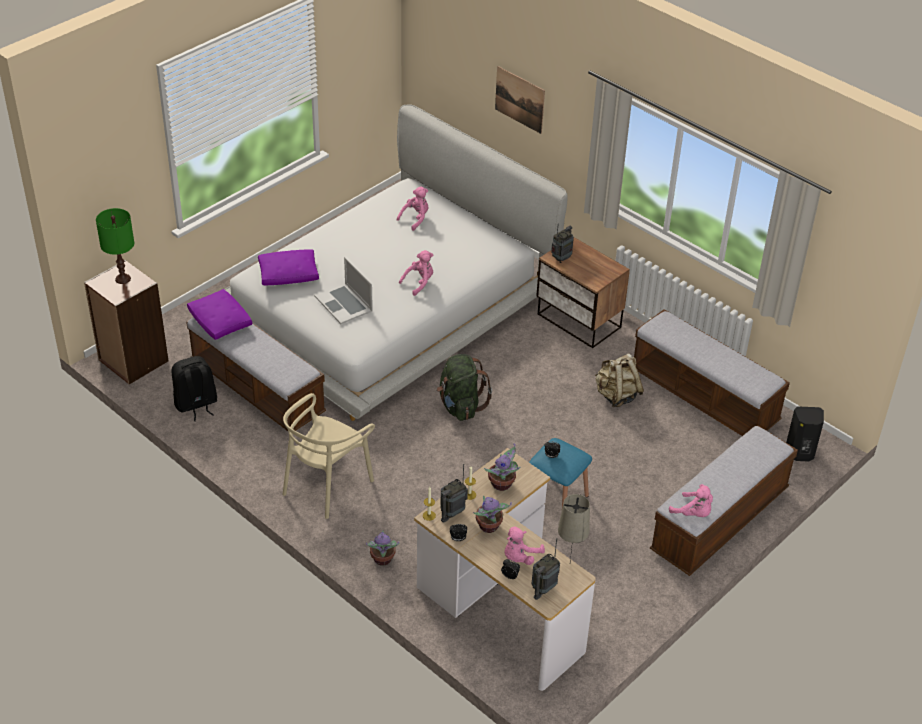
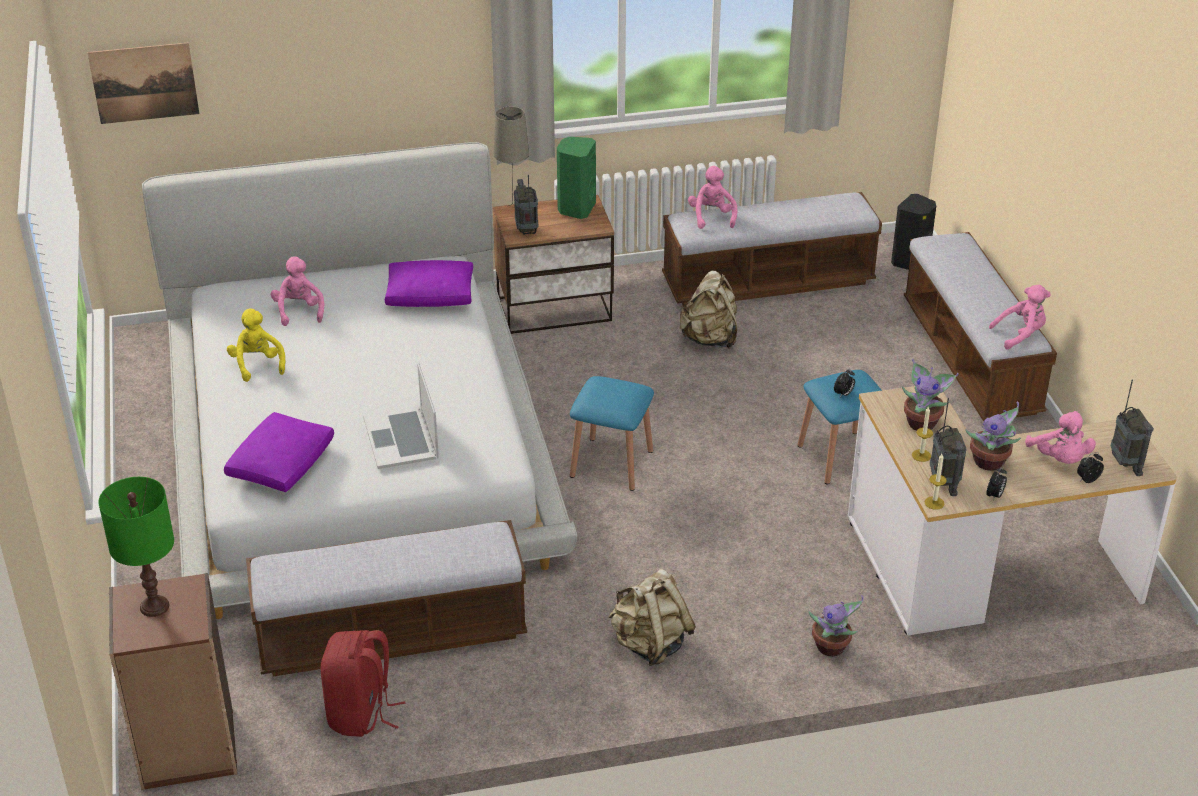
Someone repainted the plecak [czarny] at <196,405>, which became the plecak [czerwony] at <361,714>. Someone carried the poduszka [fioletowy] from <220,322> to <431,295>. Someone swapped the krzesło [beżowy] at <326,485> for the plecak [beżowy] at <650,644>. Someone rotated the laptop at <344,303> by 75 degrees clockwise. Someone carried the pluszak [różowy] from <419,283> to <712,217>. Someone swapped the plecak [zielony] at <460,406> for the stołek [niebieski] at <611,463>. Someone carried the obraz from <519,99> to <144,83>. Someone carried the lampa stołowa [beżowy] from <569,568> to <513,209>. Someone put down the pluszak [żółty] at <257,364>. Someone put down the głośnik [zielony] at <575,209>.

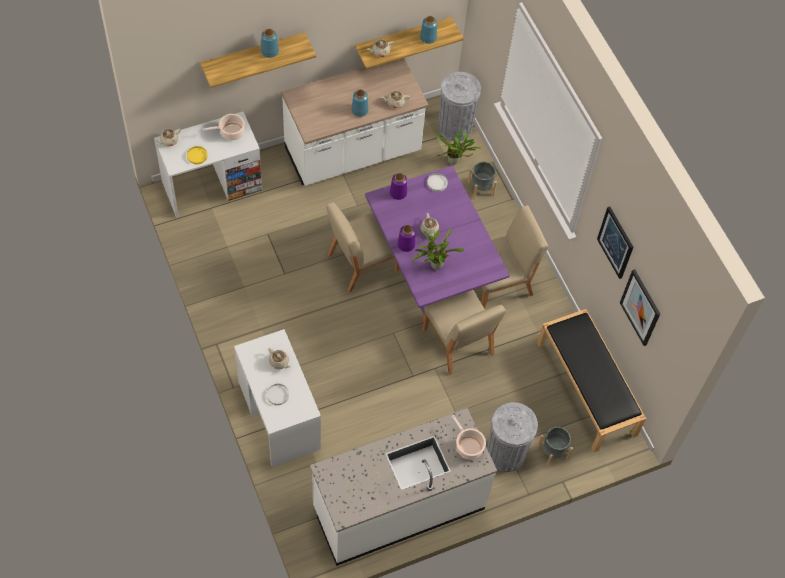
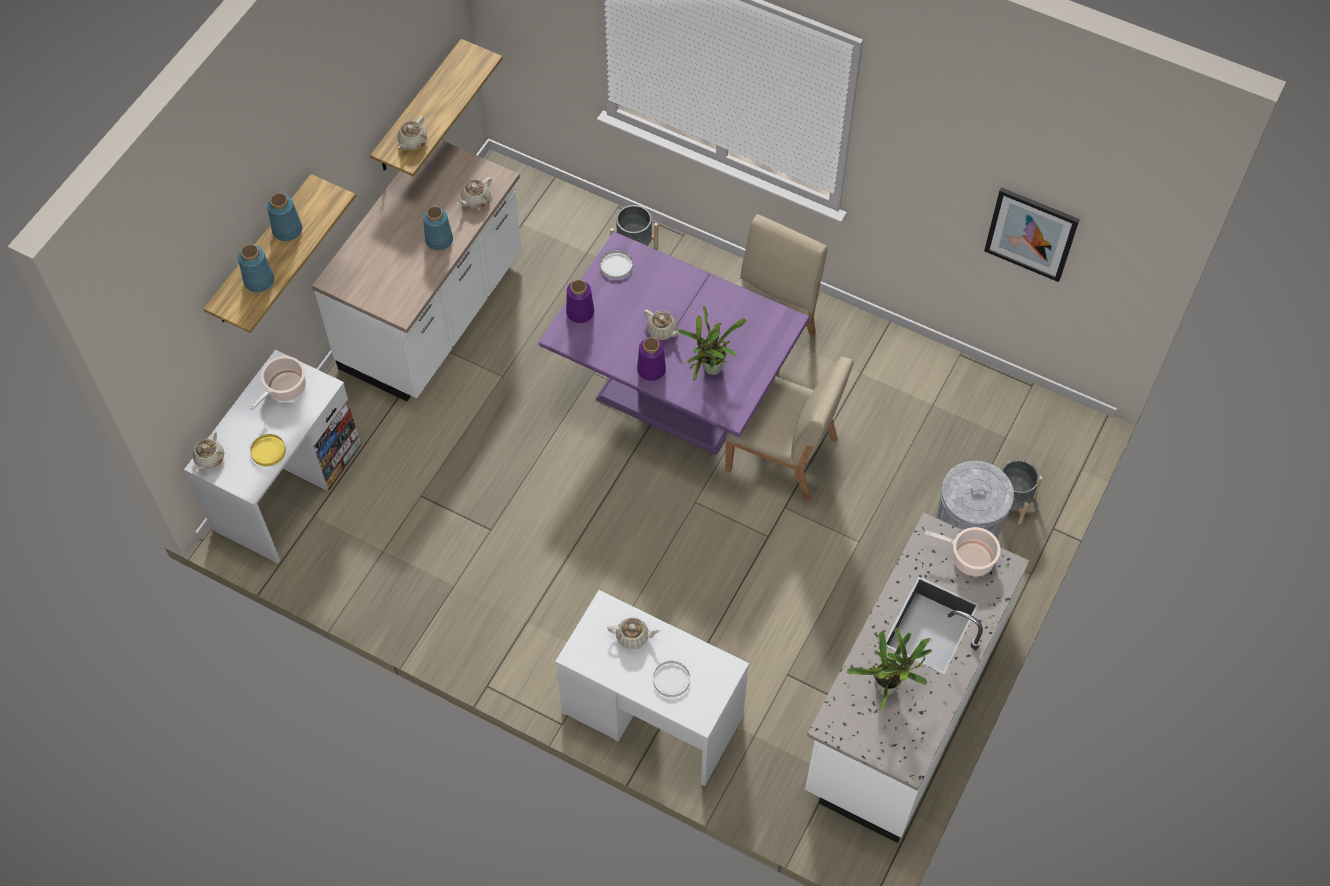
Someone took away the krzesło [beżowy] at <362,263>. Someone carried the wazon [niebieski] from <428,38> to <259,281>. Someone carried the roślina doniczkowa from <454,161> to <888,686>. Someone took away the kosz na śmieci [szary] at <455,127>. Someone took away the ławka [czarny] at <587,389>. Someone took away the obraz at <616,242>.

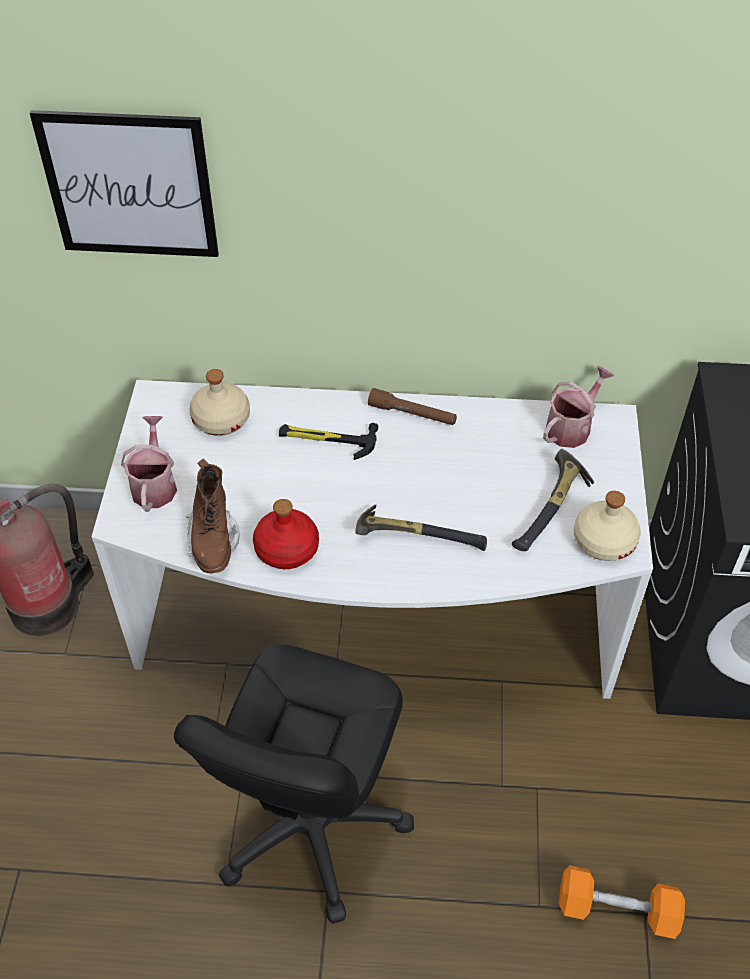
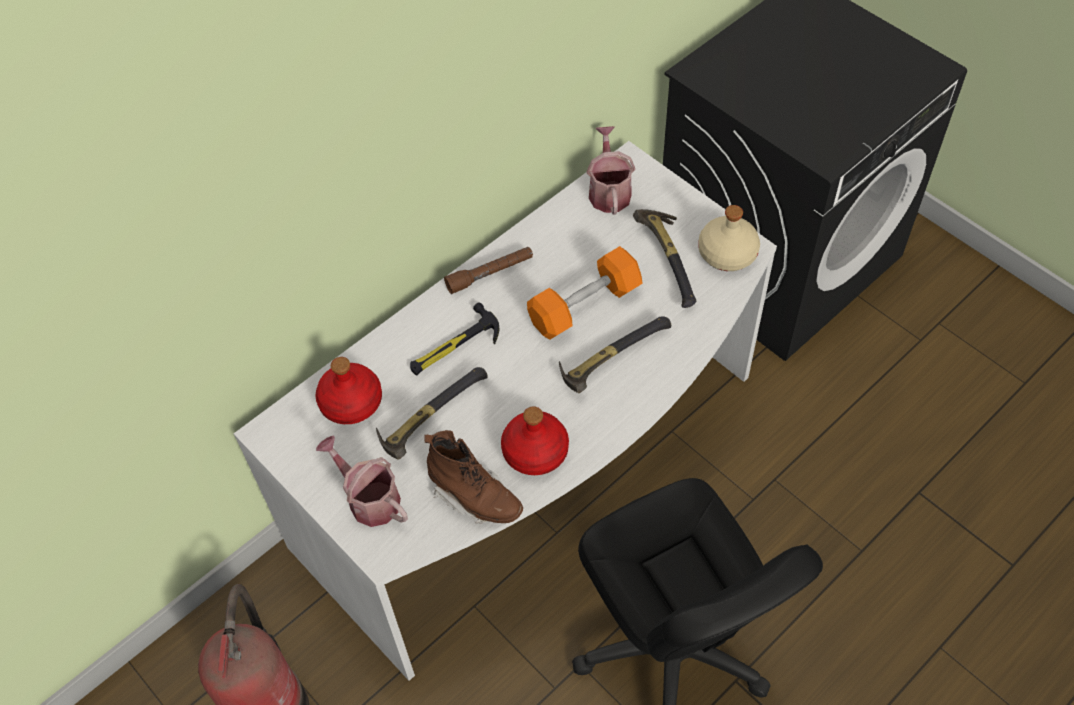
Someone took away the obraz at <129,185>. Someone repainted the butelka [beżowy] at <222,419>, which became the butelka [czerwony] at <352,402>. Someone carried the hantel [pomarańczowy] from <617,909> to <584,305>. Someone put down the młotek at <428,417>.

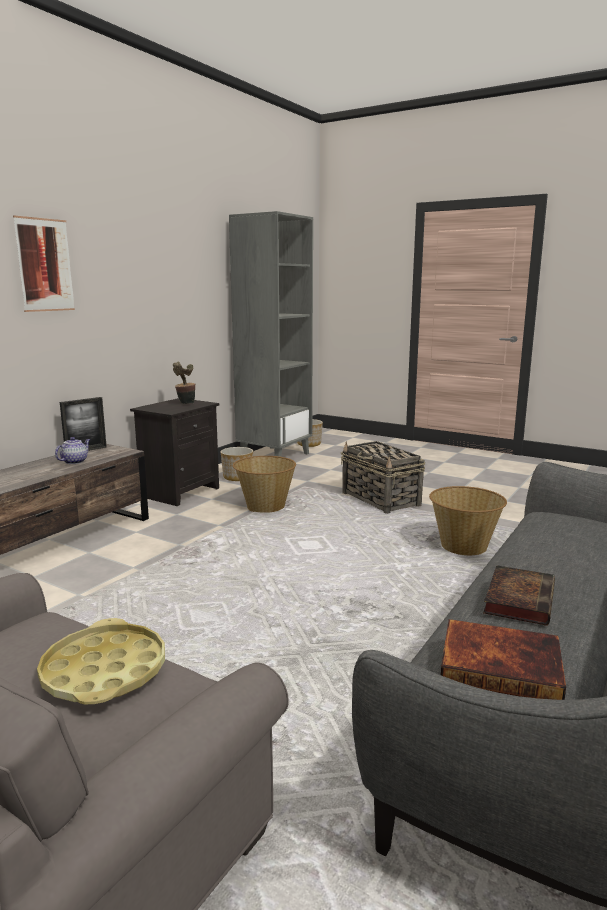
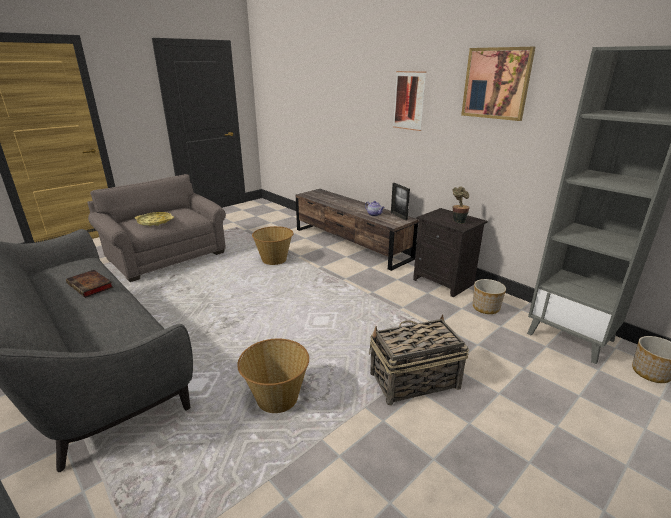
Someone carried the koszyk from <265,506> to <274,260>. Someone took away the książka at <501,664>. Someone put up the obraz at <496,83>.

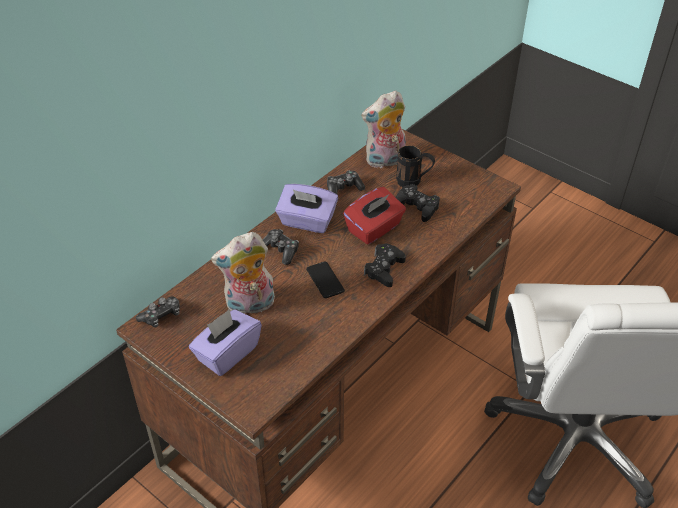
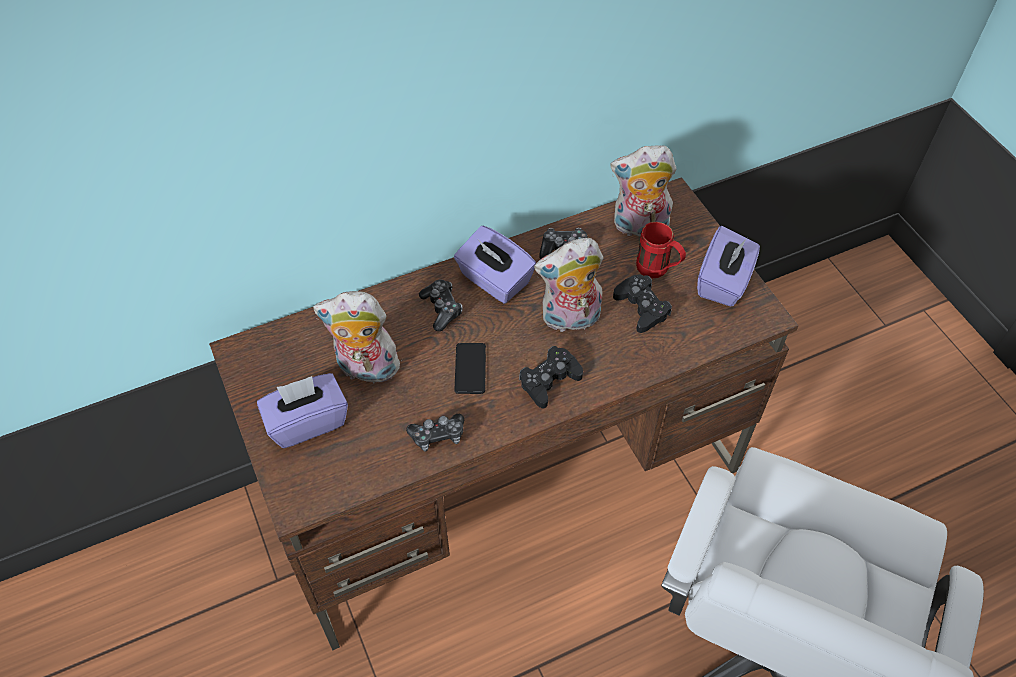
Someone carried the pad do gier from <161,316> to <438,436>. Someone swapped the pudełko chusteczek [czerwony] at <374,229> for the pluszak at <570,320>. Someone repainted the kubek [czarny] at <414,182>, which became the kubek [czerwony] at <658,271>. Someone put down the pudełko chusteczek [fioletowy] at <724,282>.

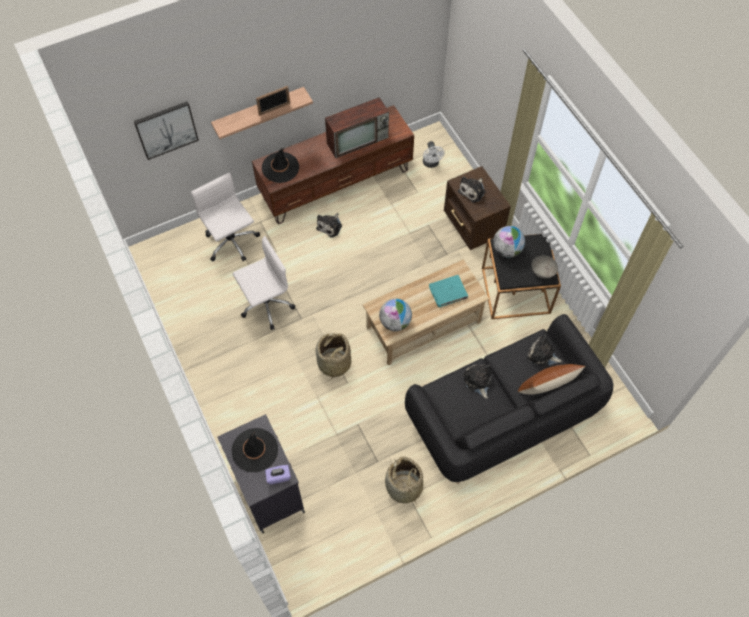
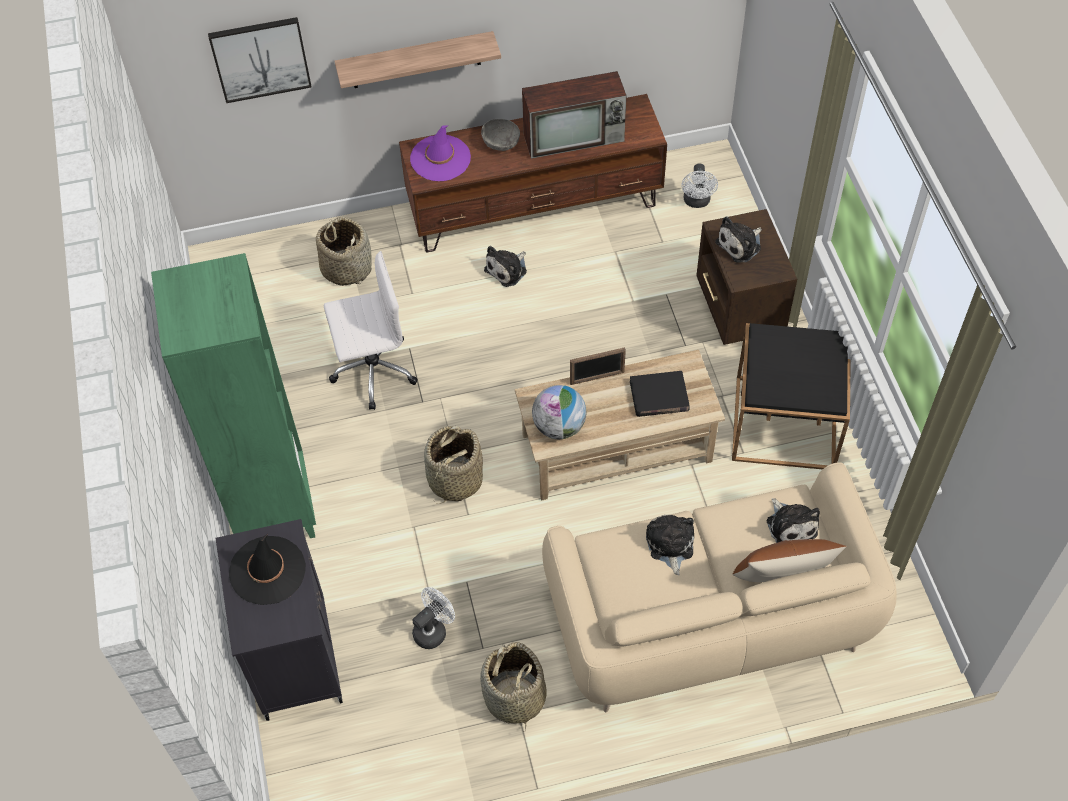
Someone swapped the krzesło biurowe [biały] at <232,243> for the koszyk at <346,268>. Someone carried the ramka na zdjęcie from <274,109> to <597,378>. Someone repainted the kapelusz [czarny] at <280,167>, which became the kapelusz [fioletowy] at <440,158>. Someone took away the pudełko chusteczek [fioletowy] at <278,476>. Someone repainted the kanapa [czarny] at <502,415>, which became the kanapa [beżowy] at <710,617>. Someone repainted the książka [turkusowy] at <448,292>, which became the książka [czarny] at <659,396>. Someone took away the globus at <507,250>. Someone rotated the pluszak at <542,355> by 150 degrees counterclockwise. Someone carried the miska [szary] from <543,271> to <501,143>. Someone put down the regał [zielony] at <273,508>. Someone put down the wentylator [biały] at <433,630>.

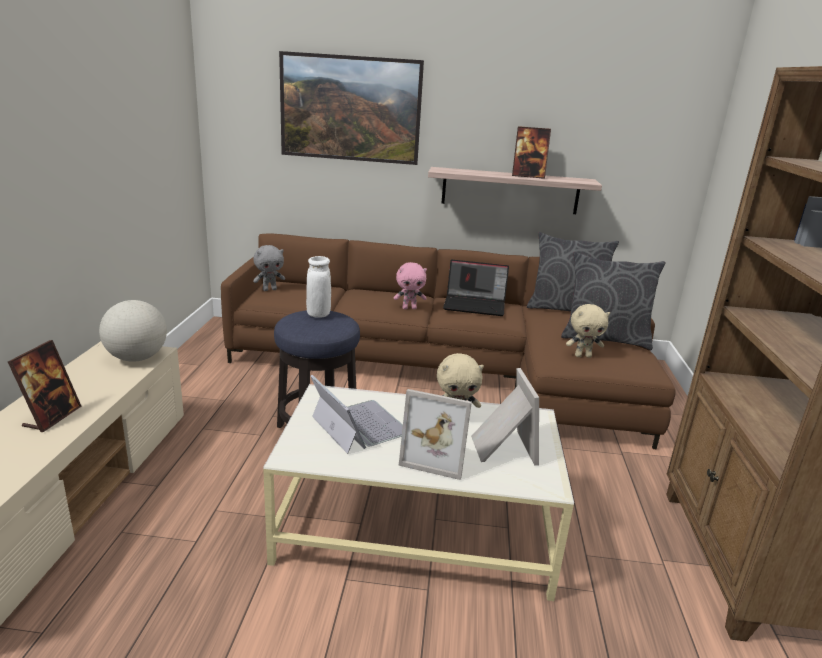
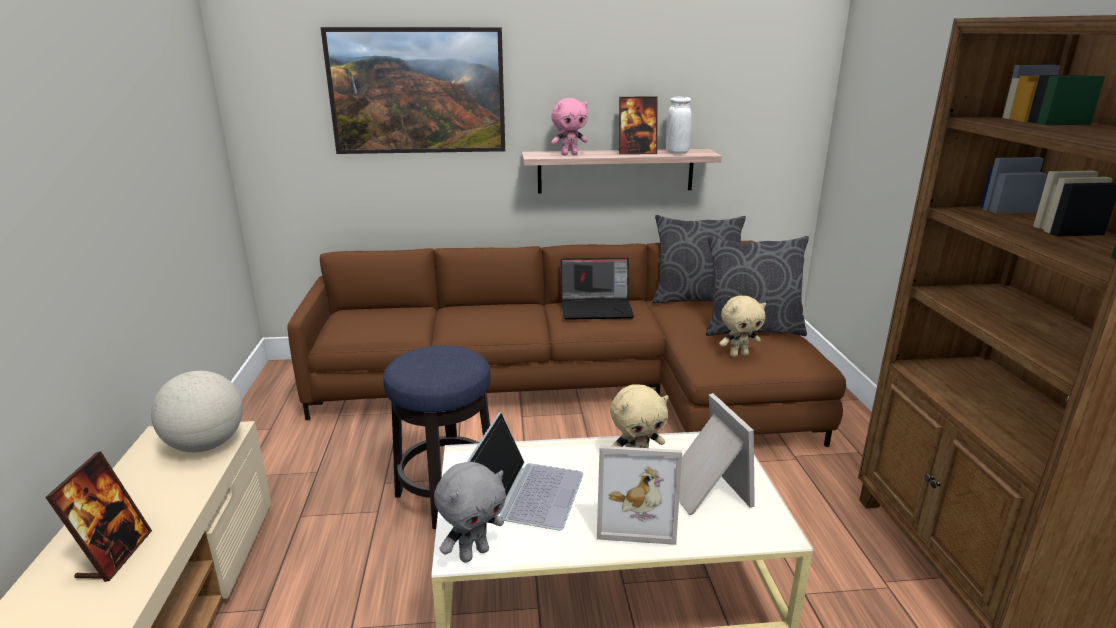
Someone carried the pluszak [szary] from <269,289> to <473,553>. Someone carried the wazon [biały] from <318,314> to <677,153>. Someone rotated the laptop at <359,425> by 60 degrees clockwise. Someone carried the pluszak [różowy] from <409,308> to <569,154>.

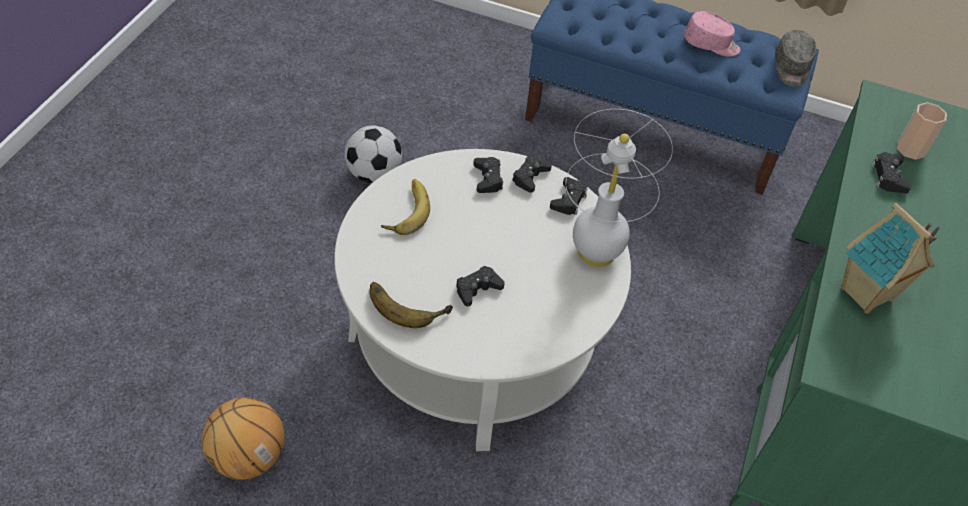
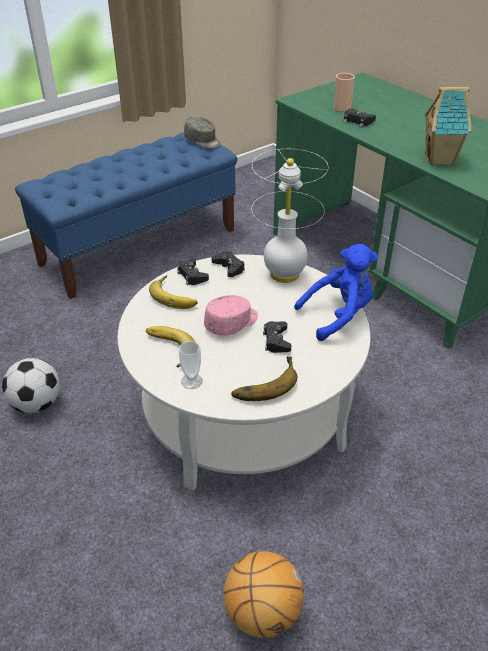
Someone swapped the pad do gier [czarny] at <488,179> for the banan at <175,296>. Someone carried the czapka z daszkiem [różowy] from <711,44> to <232,323>. Someone put down the filiżanka at <191,381>. Someone put down the pluszak [niebieski] at <338,315>.

